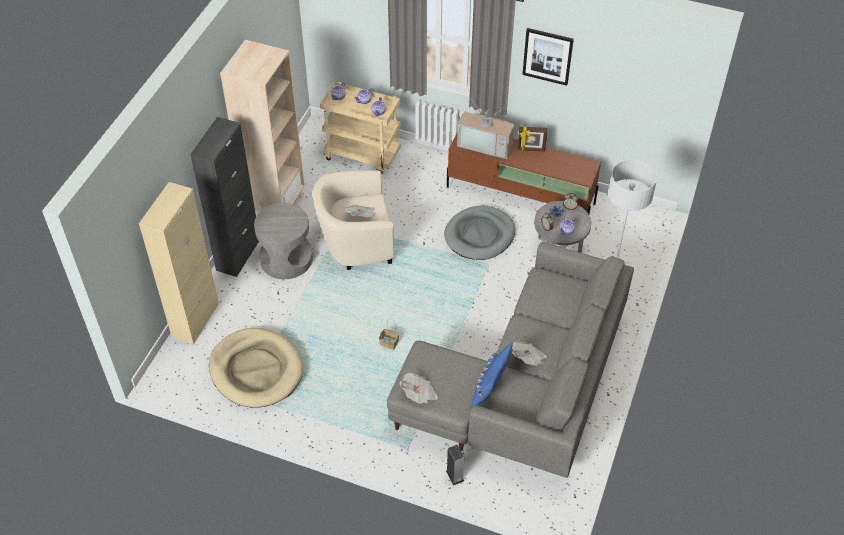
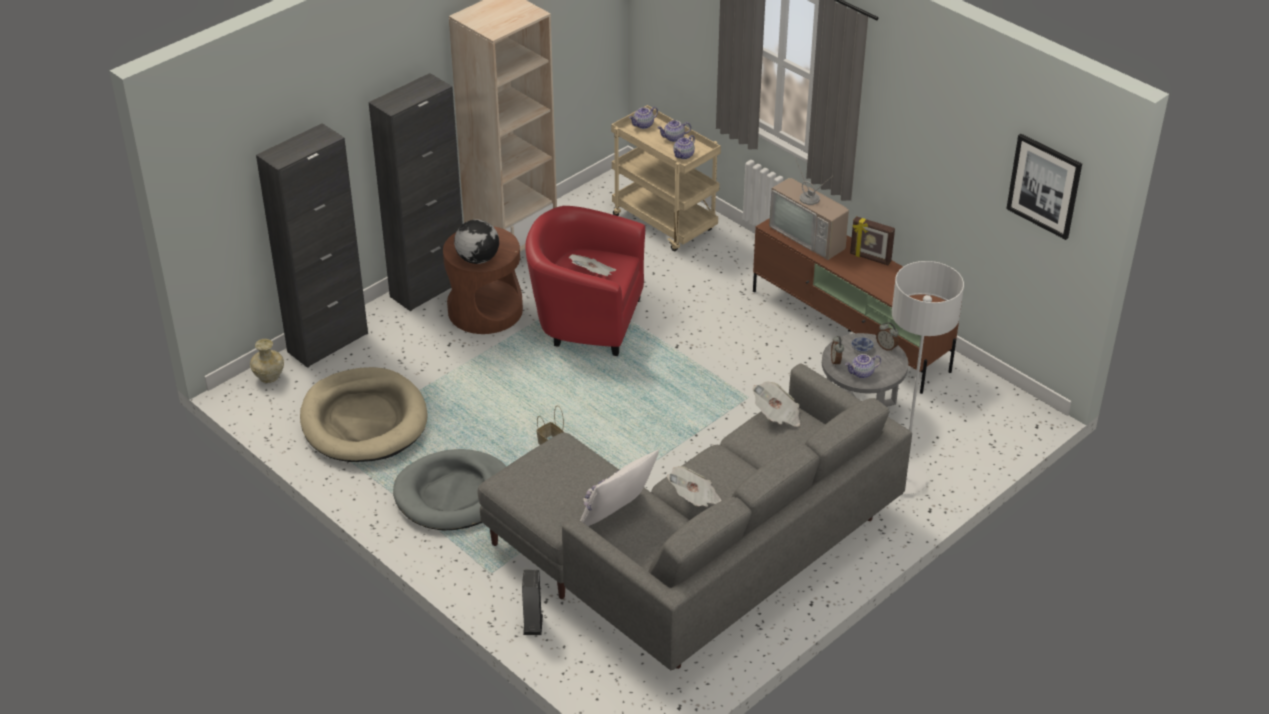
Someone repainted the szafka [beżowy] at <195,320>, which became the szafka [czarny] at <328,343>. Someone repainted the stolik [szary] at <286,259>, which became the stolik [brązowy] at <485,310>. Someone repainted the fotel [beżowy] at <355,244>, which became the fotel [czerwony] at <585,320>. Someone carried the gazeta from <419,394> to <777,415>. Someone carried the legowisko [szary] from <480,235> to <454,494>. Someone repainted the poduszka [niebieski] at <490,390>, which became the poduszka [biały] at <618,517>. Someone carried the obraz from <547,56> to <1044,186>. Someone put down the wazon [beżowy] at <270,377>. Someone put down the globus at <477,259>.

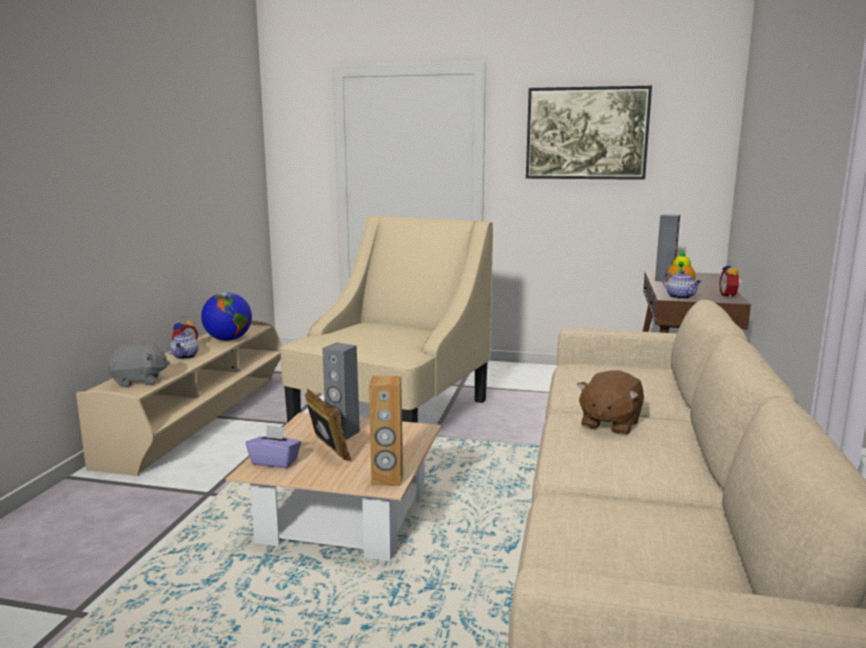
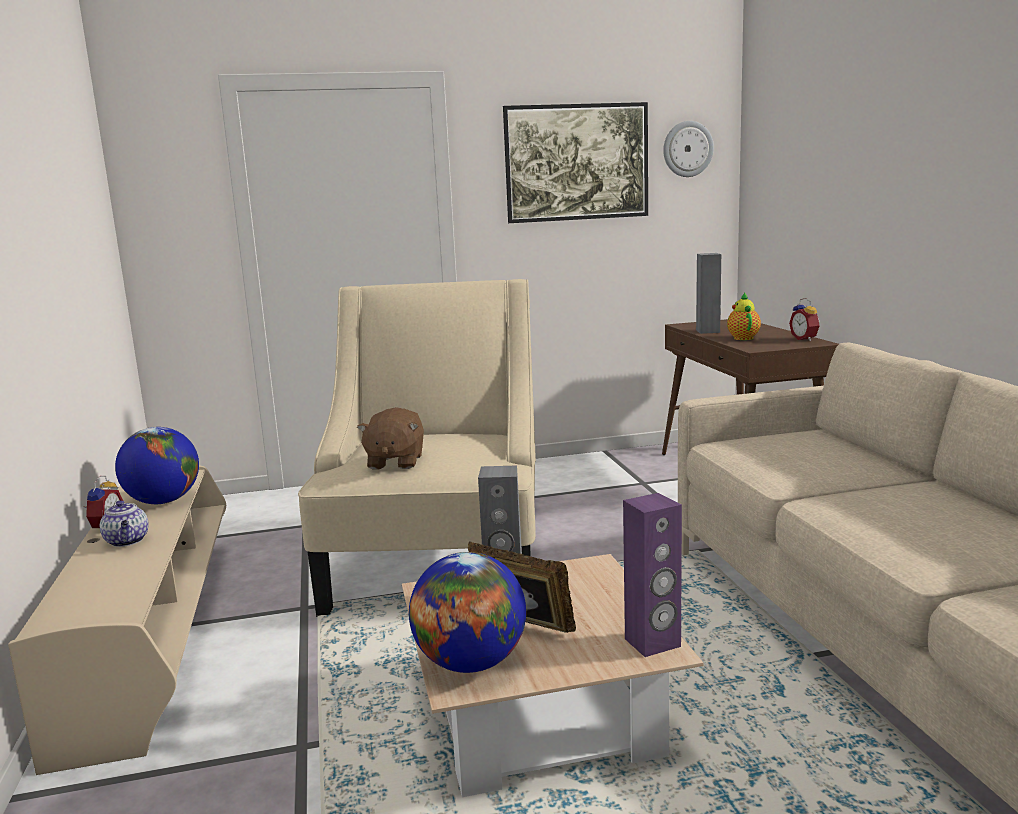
Someone took away the pluszak [szary] at <139,381>. Someone swapped the pudełko chusteczek [fioletowy] at <275,462> for the globus at <471,663>. Someone repainted the głośnik [brązowy] at <387,479>, which became the głośnik [fioletowy] at <653,643>. Someone carried the pluszak [brązowy] from <609,424> to <394,462>. Someone took away the imbryk at <680,297>. Someone put up the zegar ścienny at <687,149>.

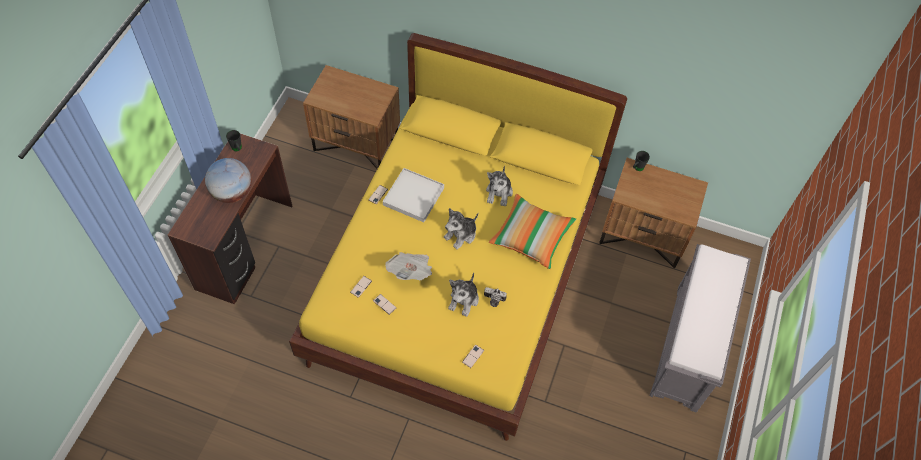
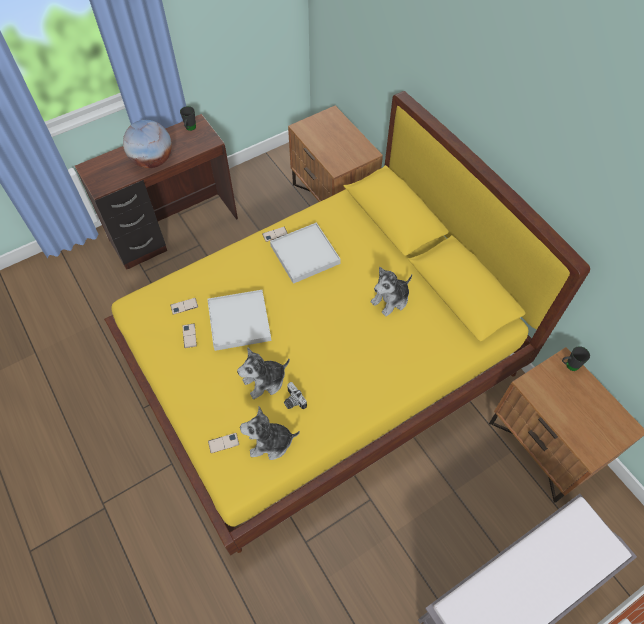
Someone swapped the gazeta at <411,272> for the taca [biały] at <239,321>. Someone carried the pluszak from <461,235> to <270,442>. Someone took away the poduszka at <531,237>.

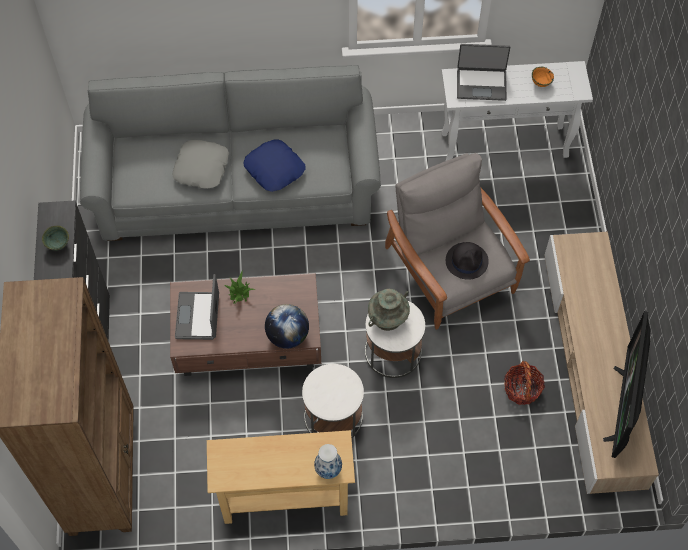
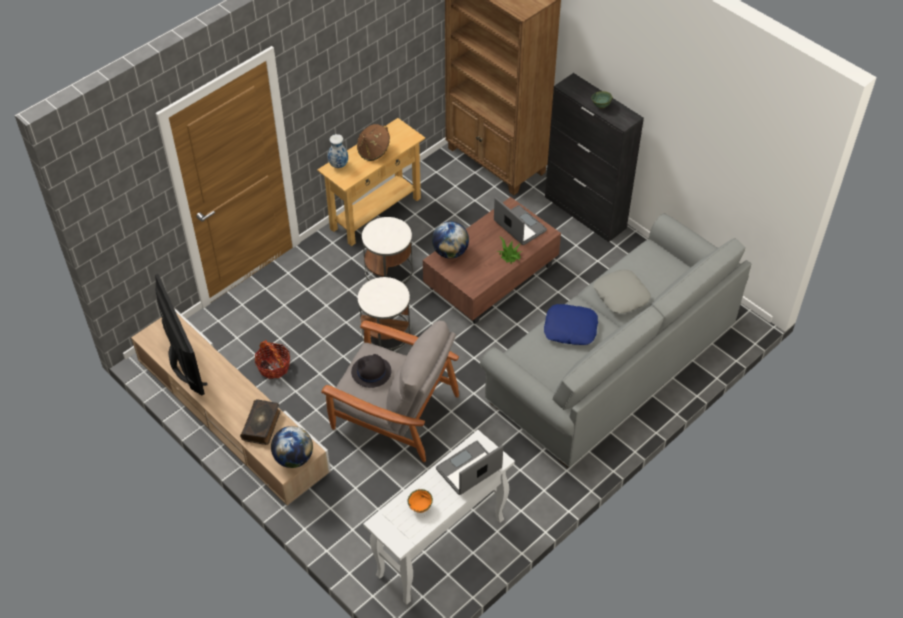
Someone took away the wazon [turkusowy] at <387,318>. Someone put down the książka at <262,425>. Someone put down the globus at <293,458>. Someone put down the kapelusz [brązowy] at <374,151>.

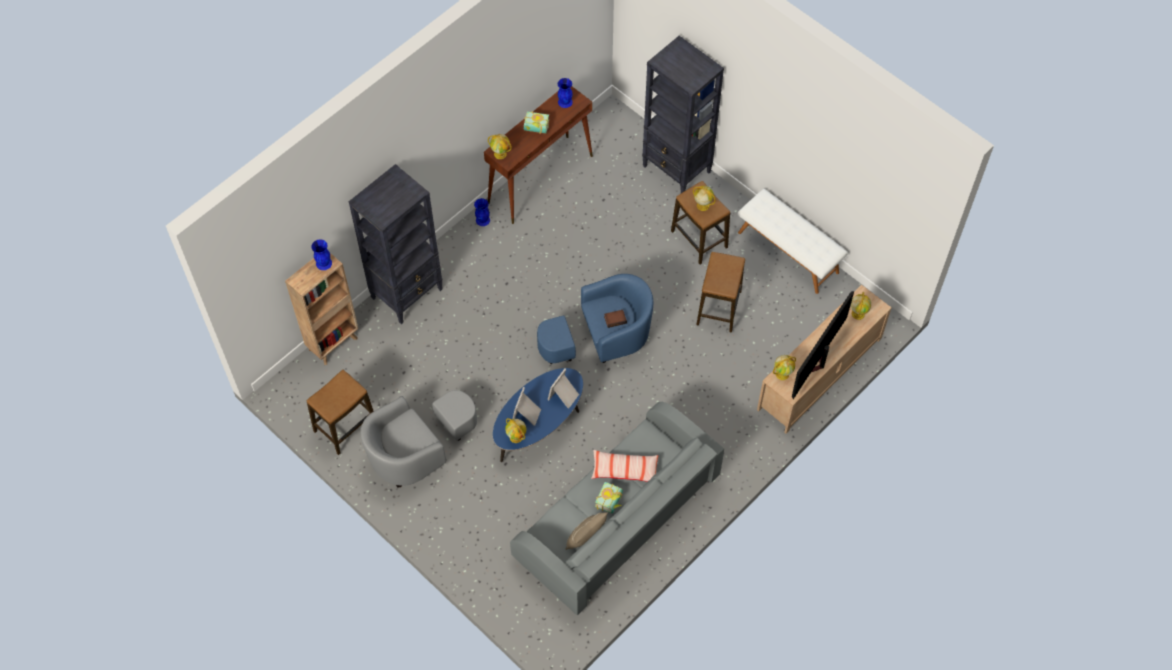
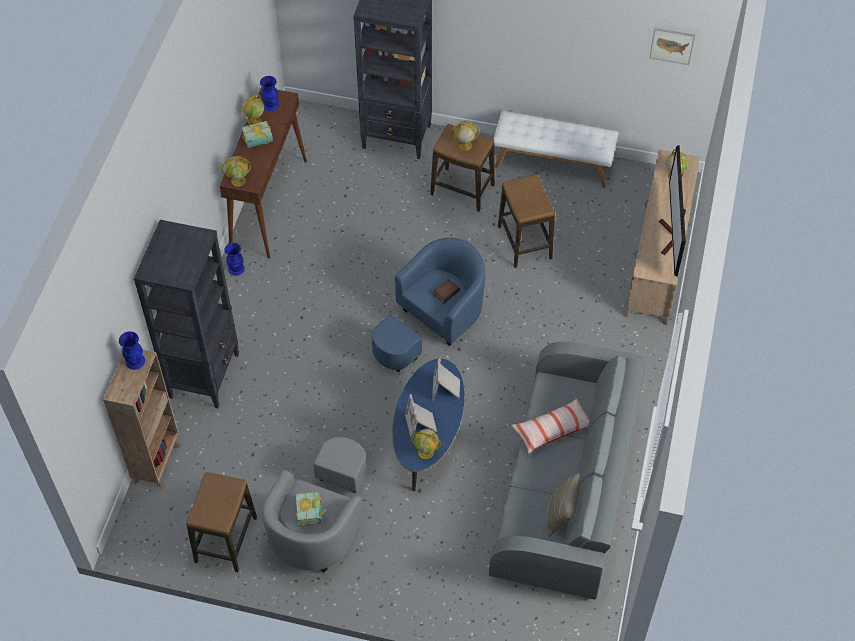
Someone carried the książka from <611,501> to <312,512>. Someone carried the globus from <782,374> to <254,120>. Someone put up the obraz at <672,46>.

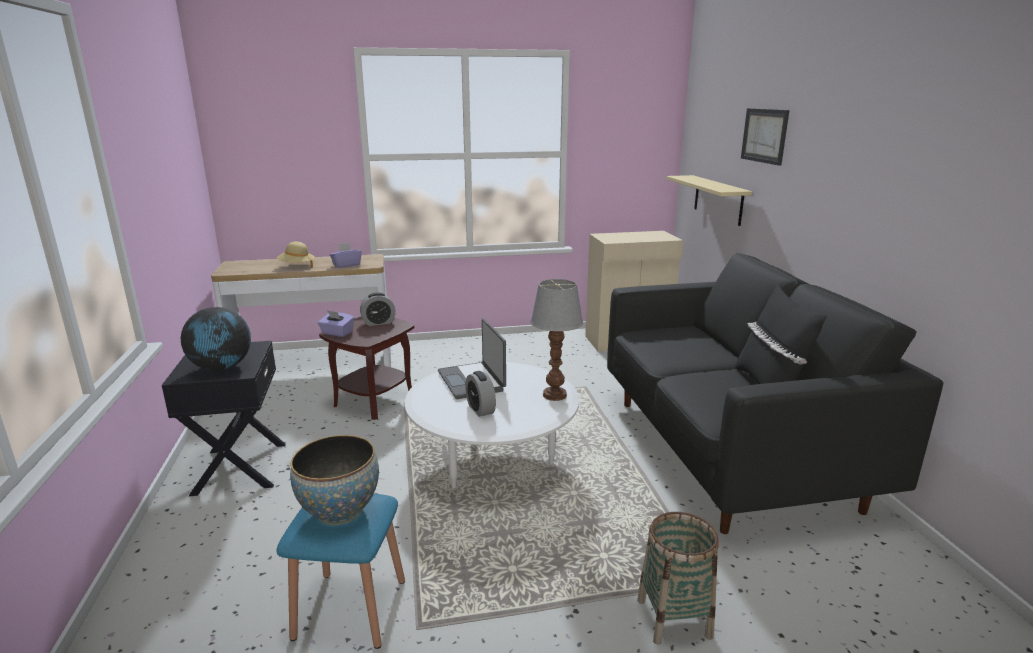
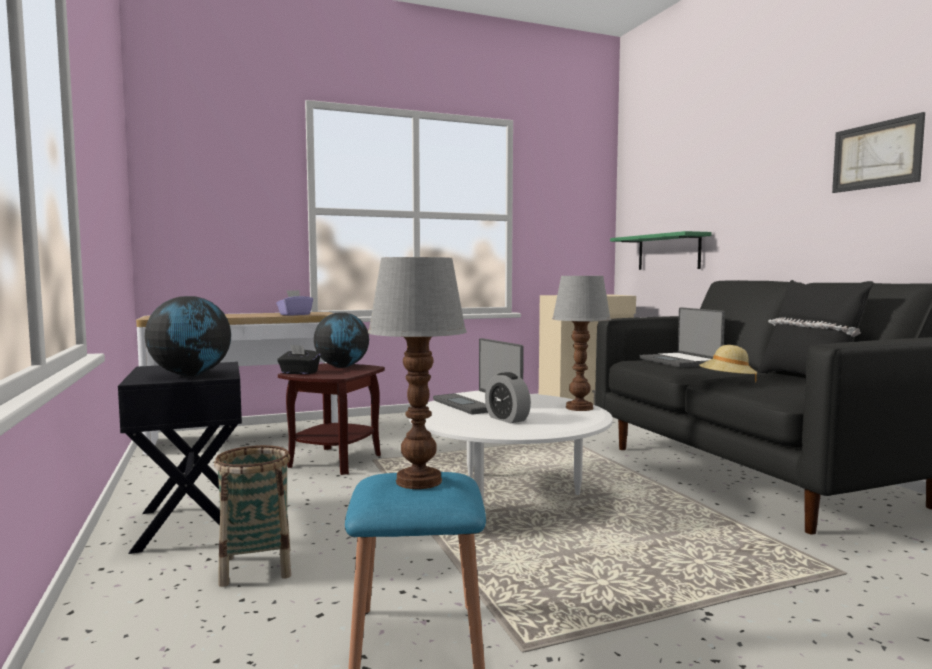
Someone carried the kapelusz [beżowy] from <296,266> to <727,382>. Someone swapped the miska at <340,511> for the lampa stołowa at <417,481>. Someone repainted the pudełko chusteczek [fioletowy] at <337,333>, which became the pudełko chusteczek [czarny] at <299,373>. Someone swapped the budzik at <378,322> for the globus at <342,366>. Someone carried the koszyk from <673,618> to <256,567>. Someone repainted the półka [beżowy] at <718,199>, which became the półka [zielony] at <668,252>. Someone carried the obraz from <764,135> to <876,155>. Someone put down the laptop at <680,362>.

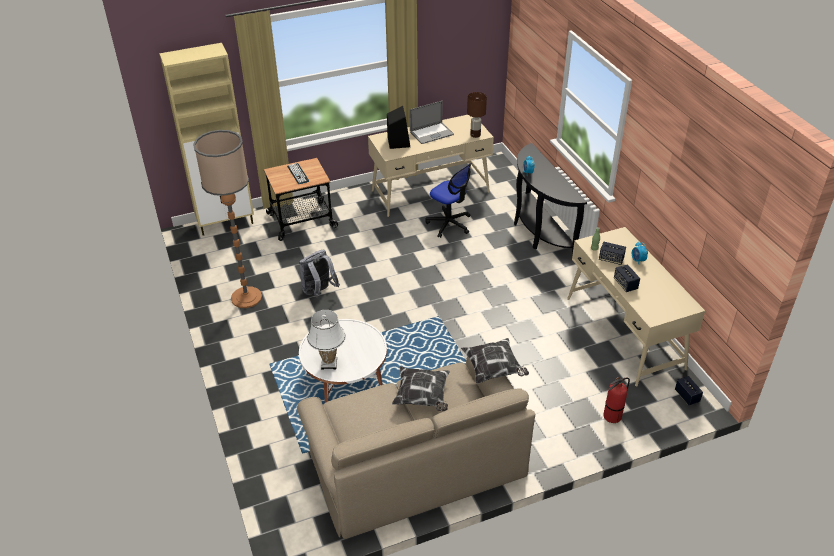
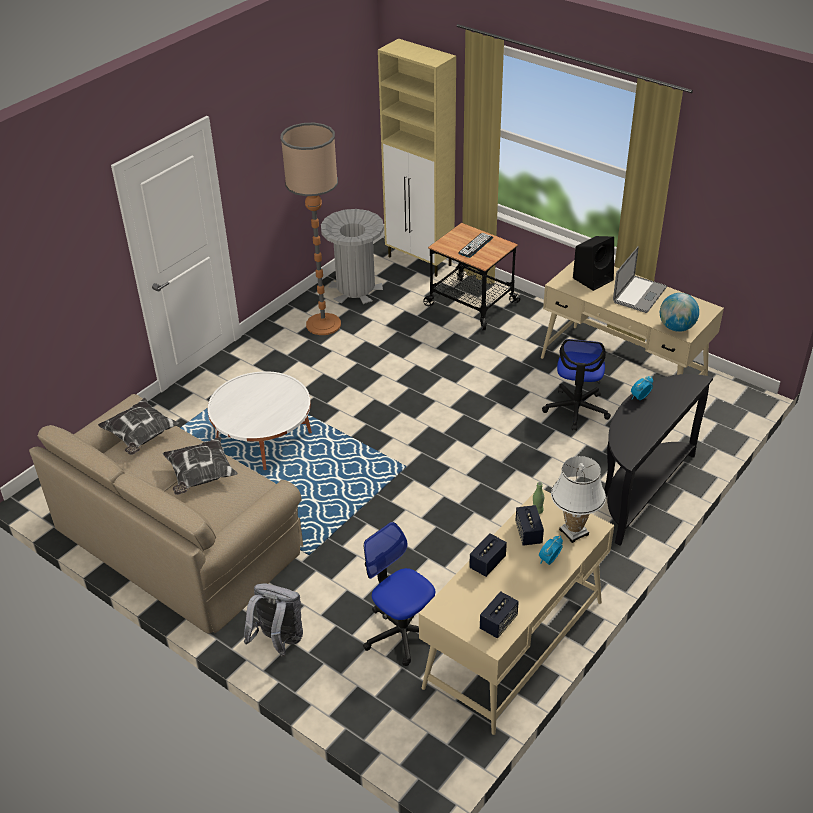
Someone carried the plecak [szary] from <319,292> to <278,641>. Someone carried the lampa stołowa [biały] from <329,364> to <573,532>. Someone rotated the laptop at <431,133> by 90 degrees counterclockwise. Someone carried the poduszka from <494,369> to <140,436>. Someone swapped the lampa stołowa [brązowy] at <475,135> for the globus at <676,327>. Someone took away the gaśnica at <612,416>. Someone carried the głośnik from <687,396> to <498,623>. Someone put down the kosz na śmieci [szary] at <356,289>. Someone put down the krzesło biurowe at <401,632>.

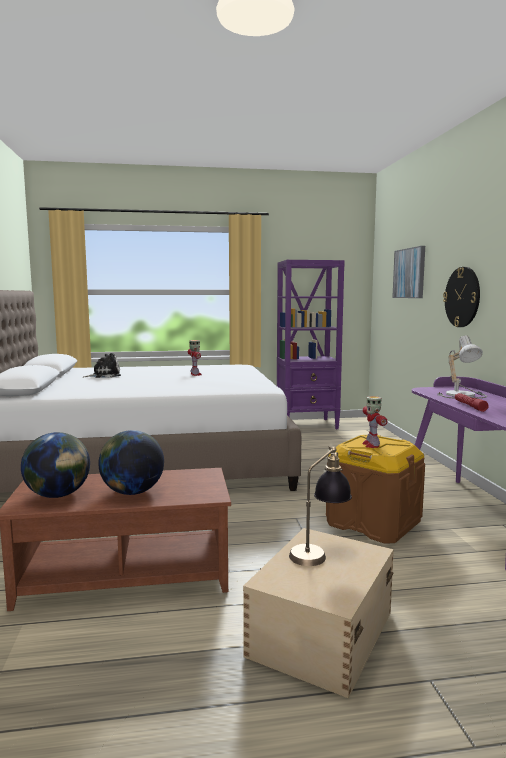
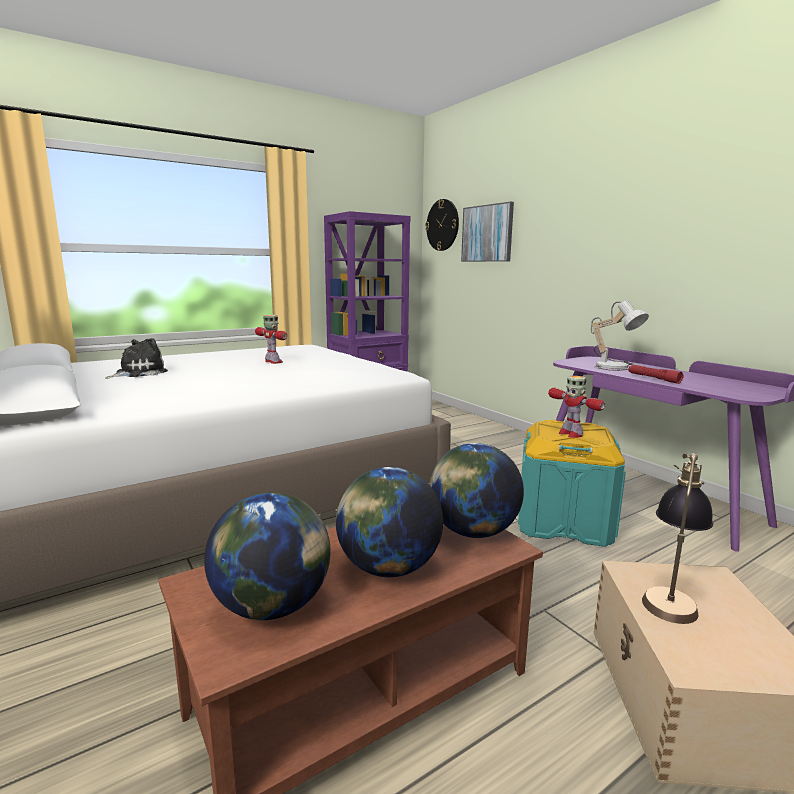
Someone repainted the pojemnik do przechowywania [brązowy] at <373,522>, which became the pojemnik do przechowywania [turkusowy] at <564,521>. Someone carried the zegar ścienny from <462,297> to <442,225>. Someone put down the globus at <472,531>.

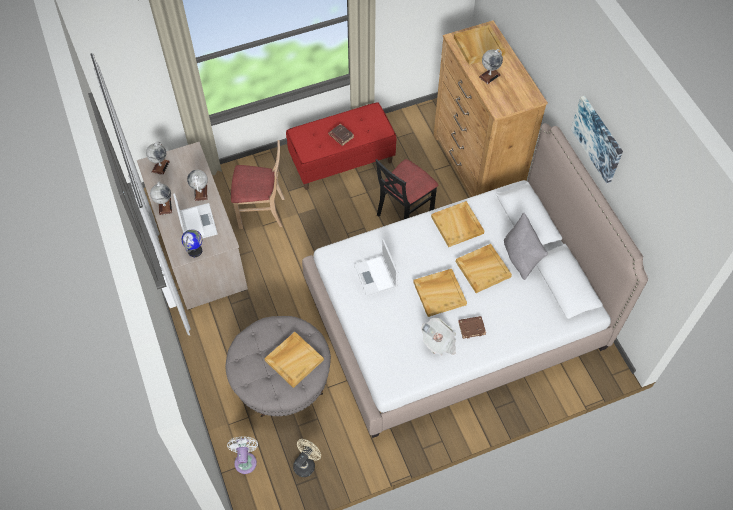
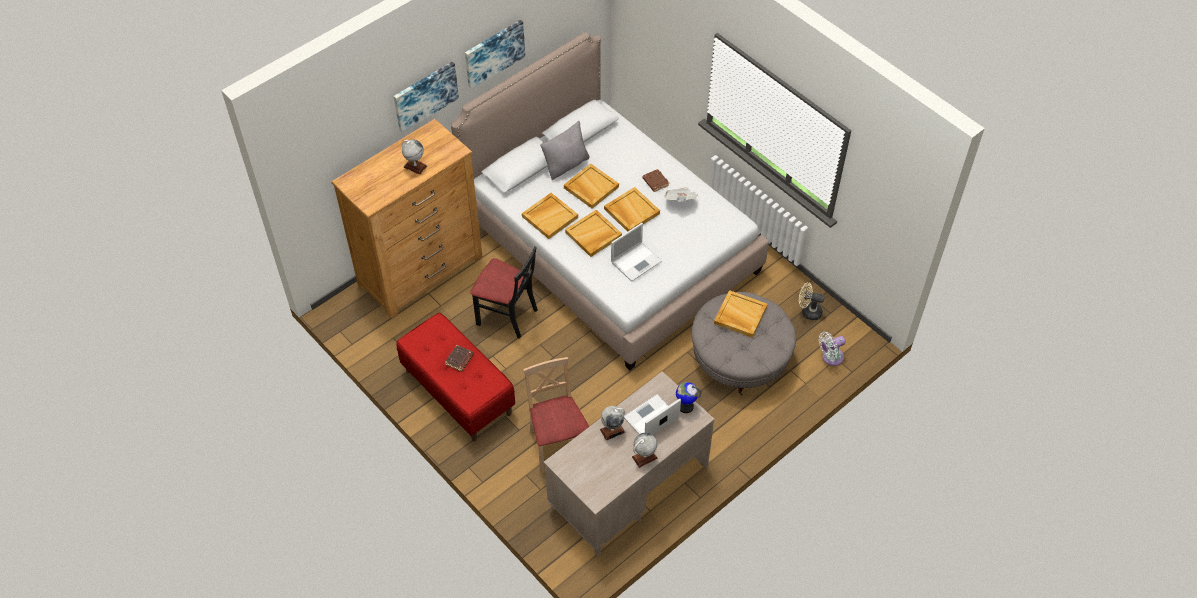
Someone took away the globus at <160,166>. Someone carried the taca [beżowy] from <478,46> to <593,235>. Someone put up the obraz at <425,95>.

